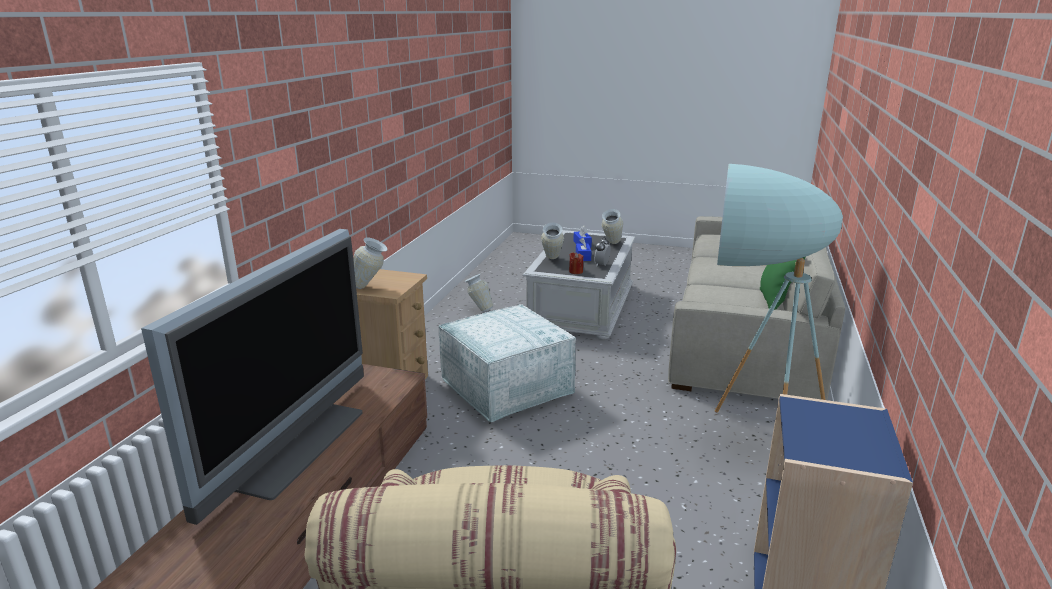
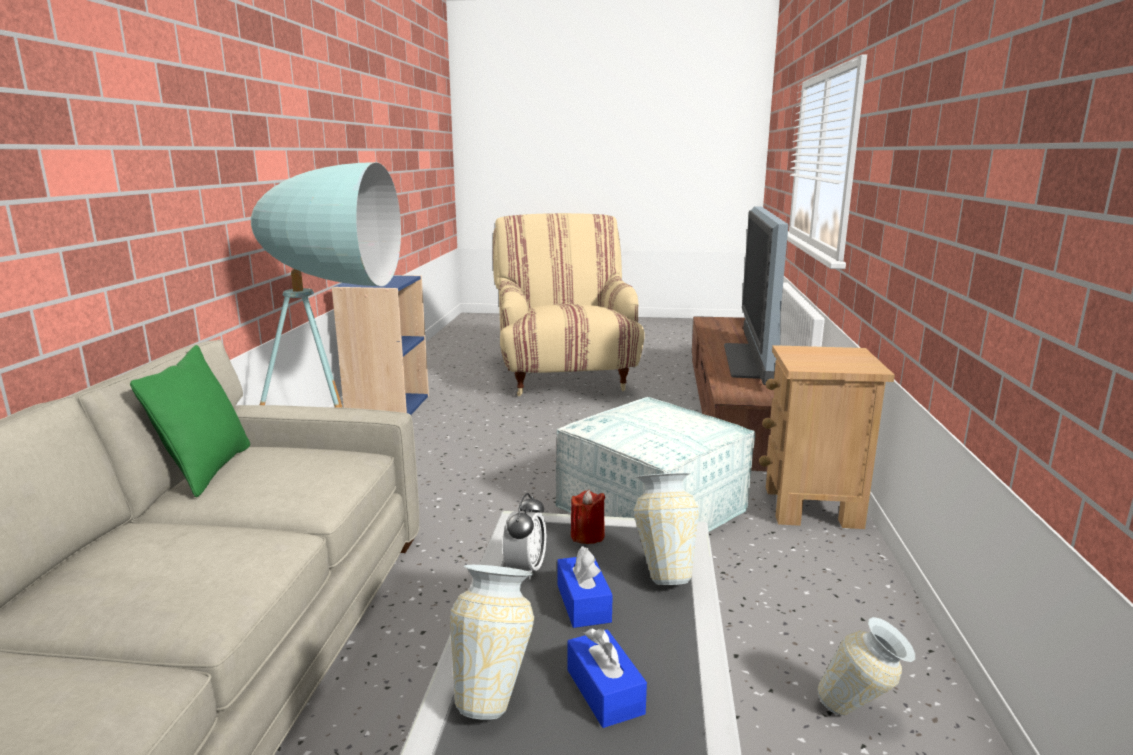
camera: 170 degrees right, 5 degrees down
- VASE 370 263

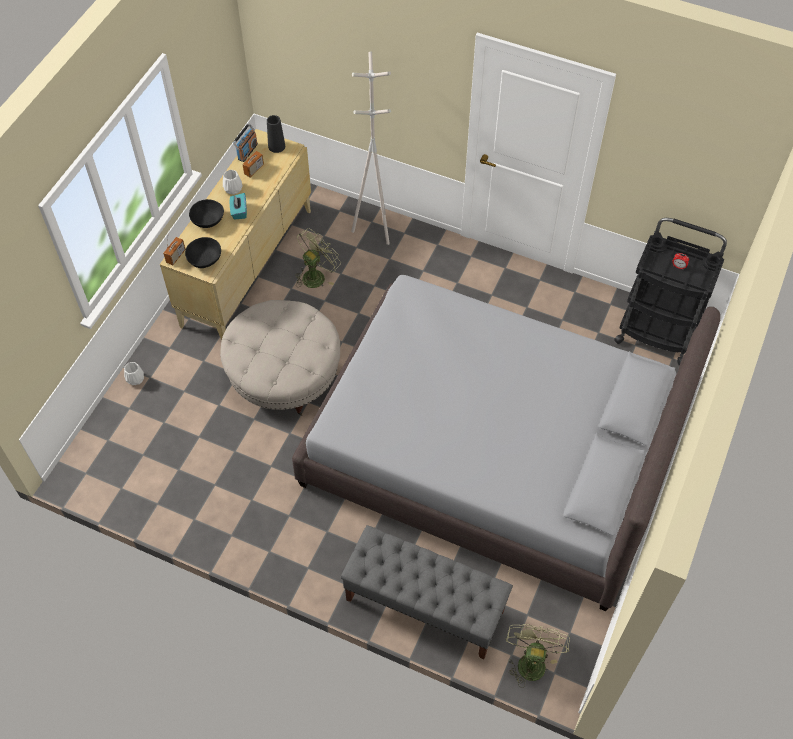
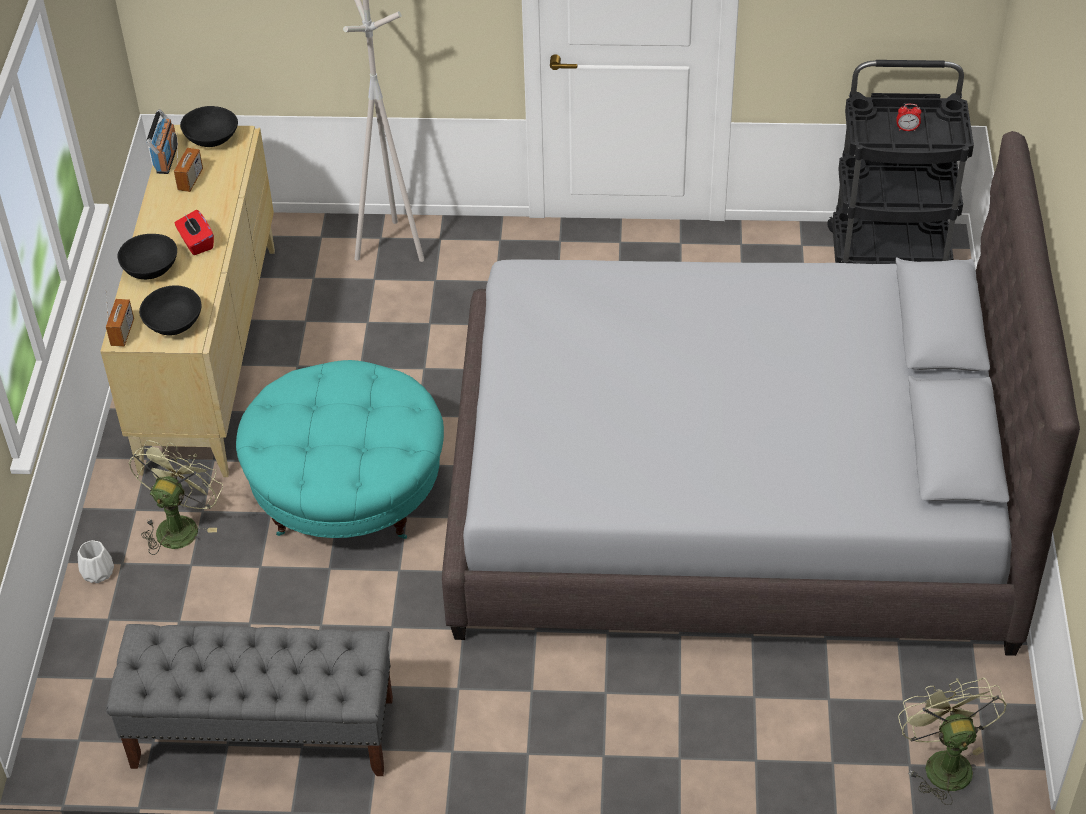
camera: 20 degrees left, 10 degrees down
- WHITE VASE 233 182
~ GREEN FAN 318 258 to 176 497
~ GREY BENCH 427 592 to 249 700
~ BLACK VASE 276 134 to BLACK BOWL 209 126
~ BEIGE OTTOMAN 280 357 to TURQUOISE OTTOMAN 340 449
~ TURQUOISE TISSUE BOX 238 206 to RED TISSUE BOX 194 232

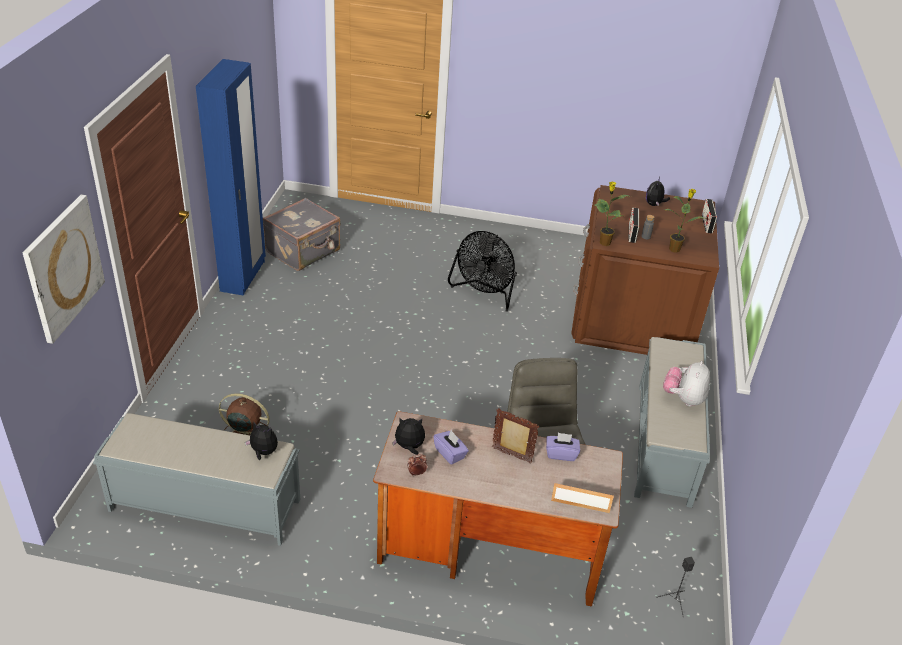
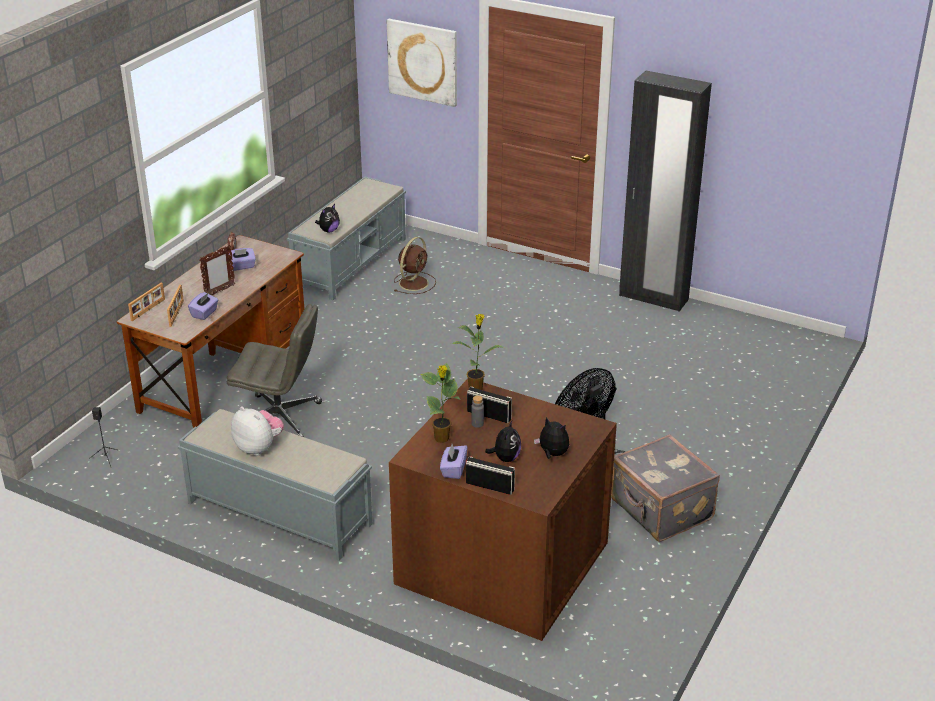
camera: 110 degrees right, 5 degrees down
+ PICTURE FRAME 175 306
+ PURPLE TISSUE BOX 454 461
~ GREY SUITCASE 301 234 to 665 488
~ PLUSH TOY 408 436 to 503 441
~ BLUE WARDROBE 231 177 to BLACK WARDROBE 665 191

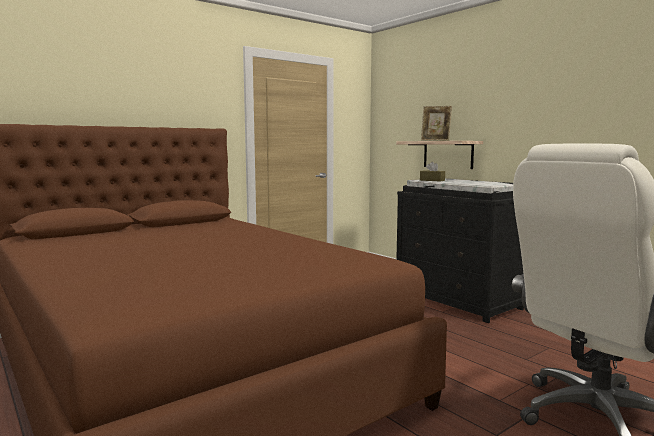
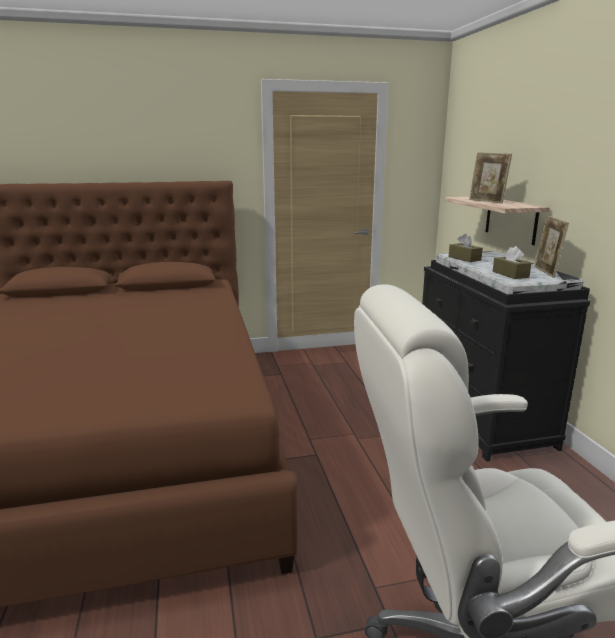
camera: 25 degrees right, 10 degrees up
+ BROWN TISSUE BOX 512 262
+ PICTURE FRAME 551 246

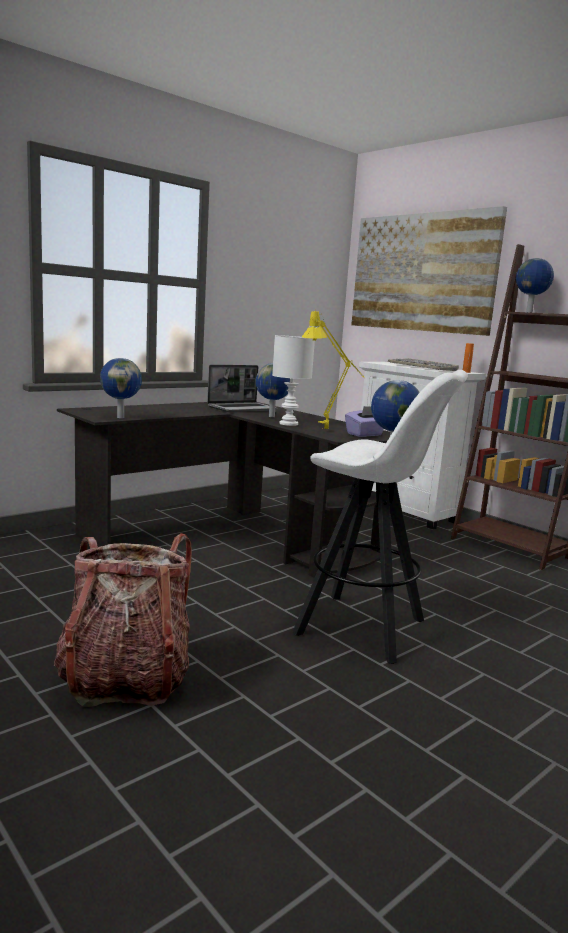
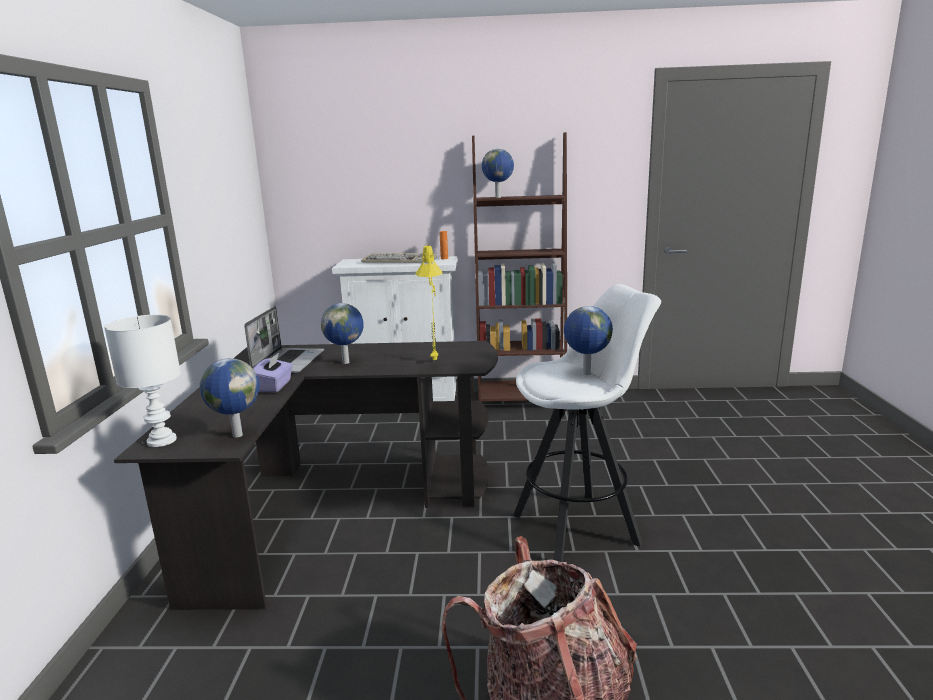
camera: 45 degrees left, 5 degrees up
- PICTURE 429 271
~ WHITE TABLE LAMP 293 380 to 142 381
~ PURPLE TISSUE BOX 364 421 to 273 372

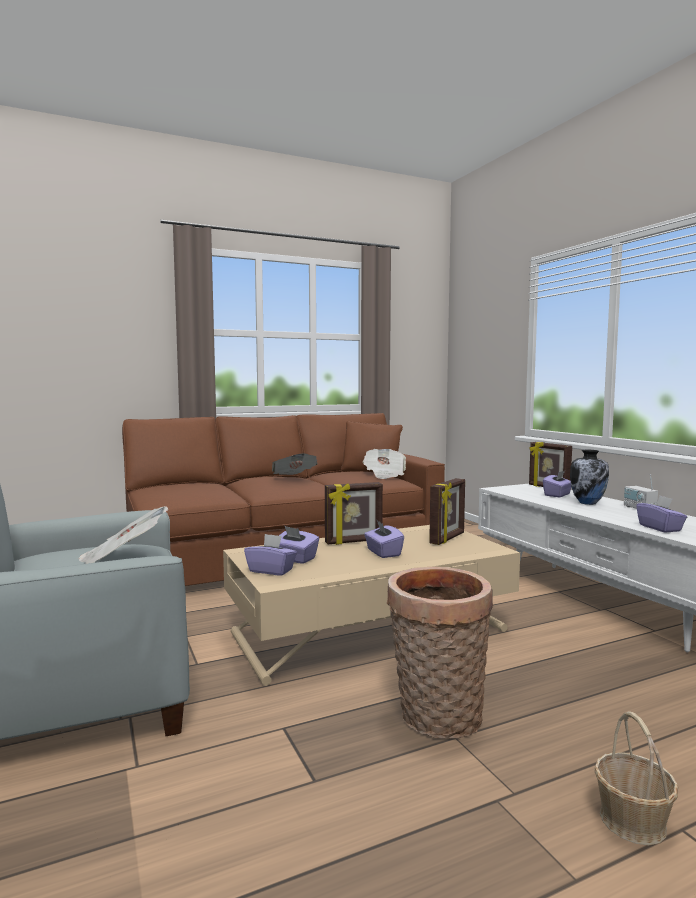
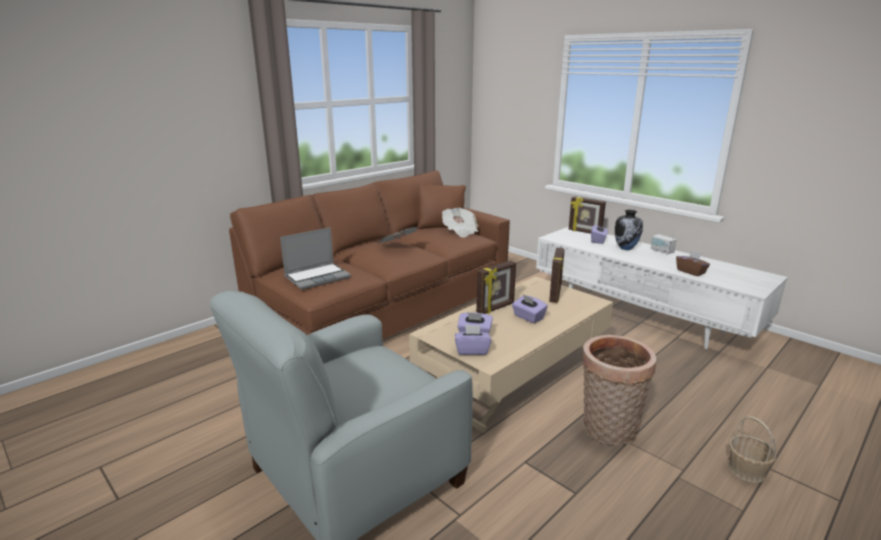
camera: 20 degrees left, 15 degrees up
- NEWSPAPER 123 535
+ LAPTOP 315 258
~ PURPLE TISSUE BOX 661 514 to BROWN TISSUE BOX 693 263

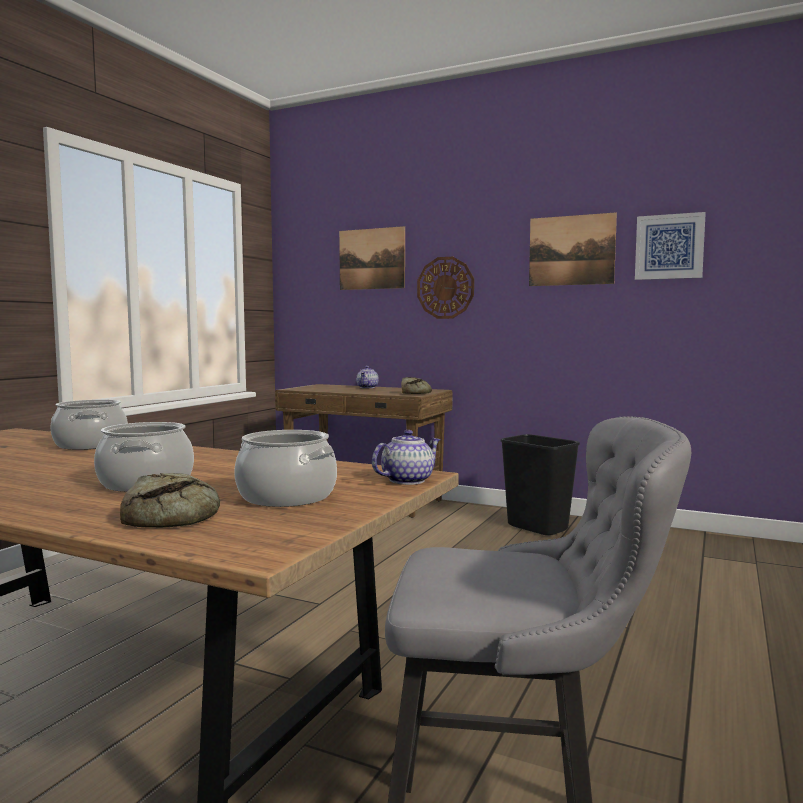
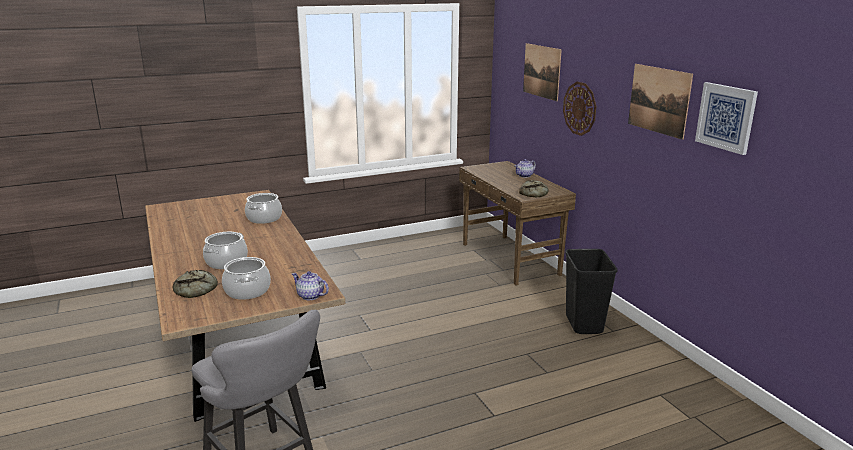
camera: 40 degrees right, 15 degrees up
~ TEAPOT 406 457 = 310 285 150 degrees counterclockwise

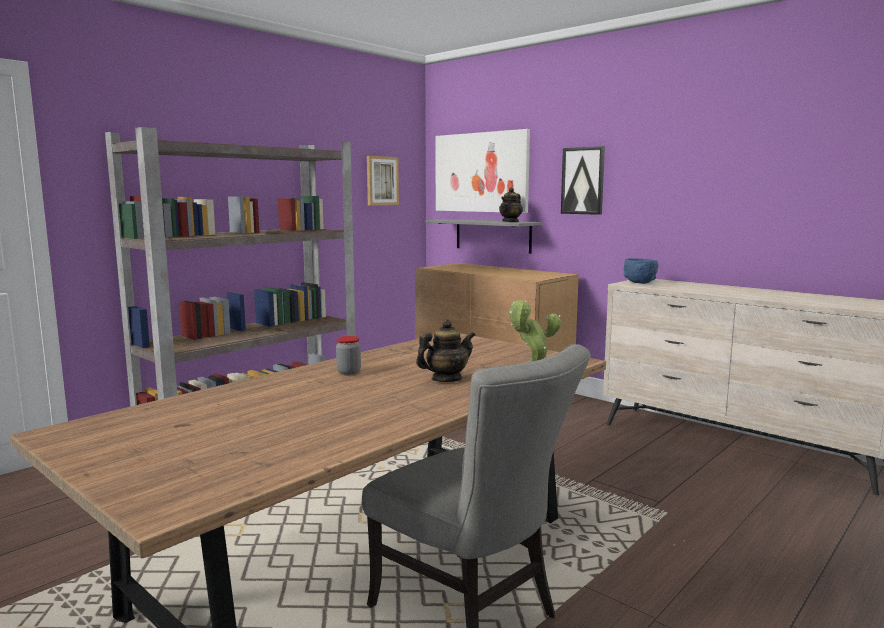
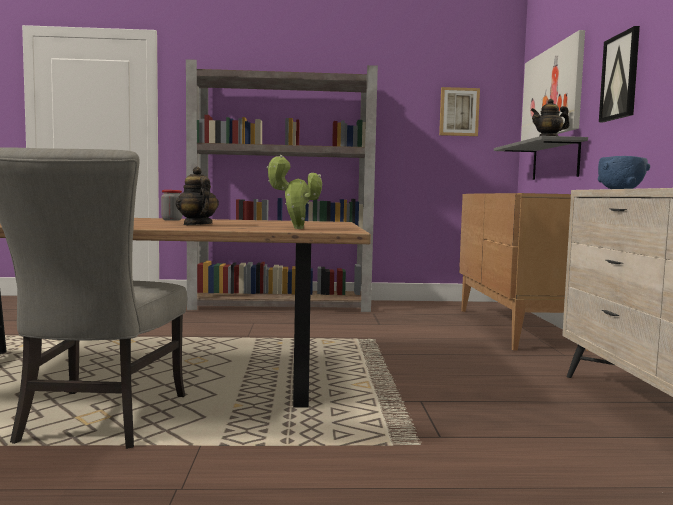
camera: 45 degrees right, 5 degrees down
~ TEAPOT 445 350 = 197 196 135 degrees counterclockwise

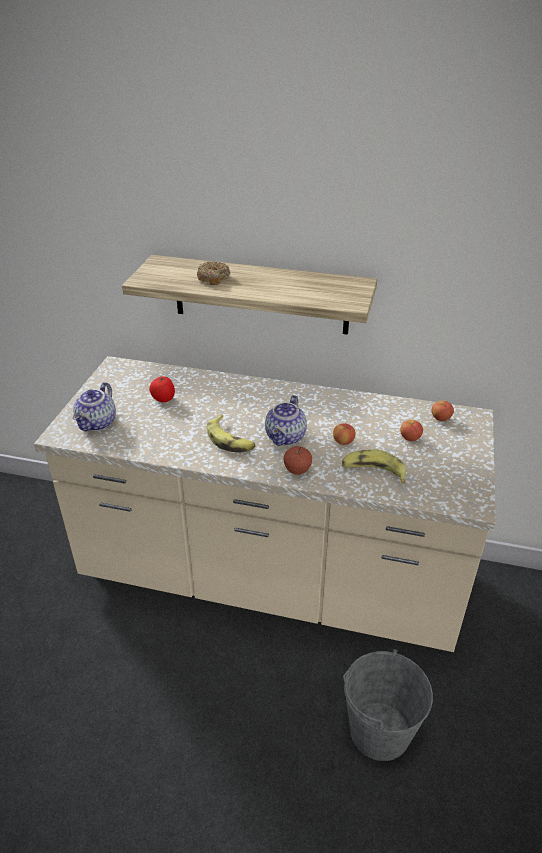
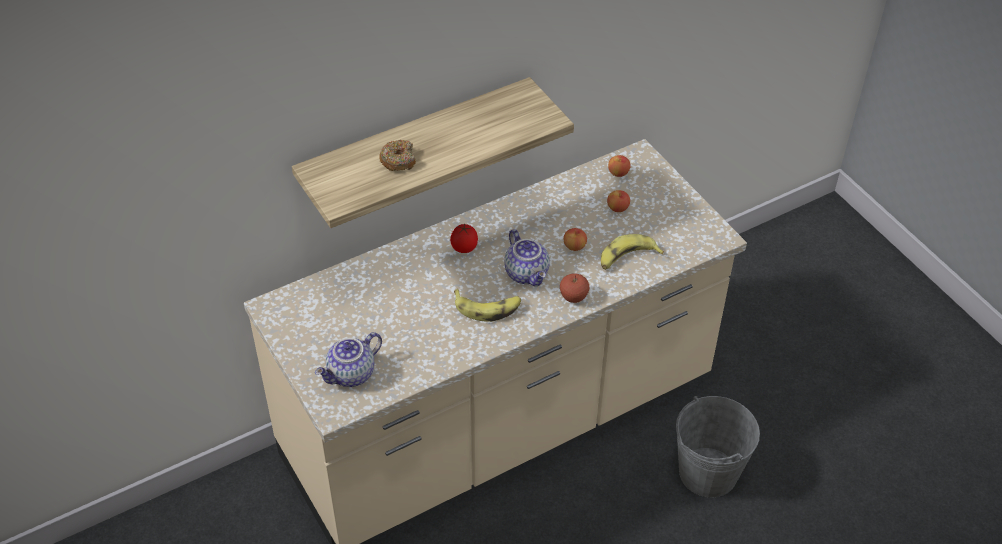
camera: 45 degrees left, 10 degrees up
~ TOMATO 162 389 to 464 238
~ TEAPOT 94 406 = 348 359 75 degrees clockwise

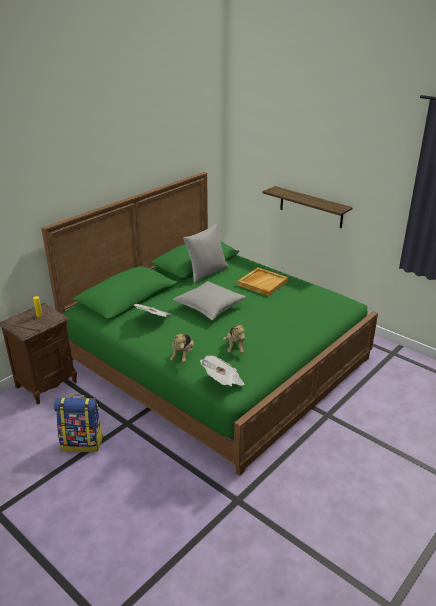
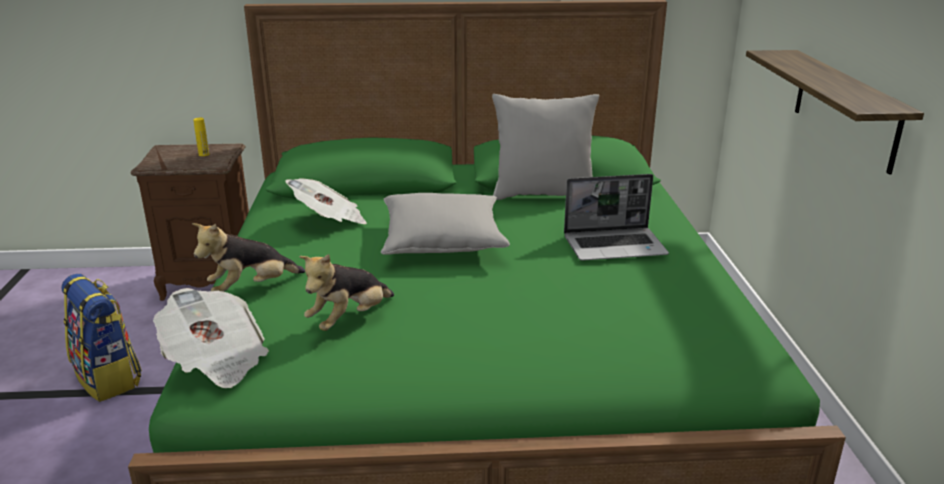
camera: 45 degrees right, 5 degrees down
~ BEIGE TRAY 262 281 to LAPTOP 616 217

